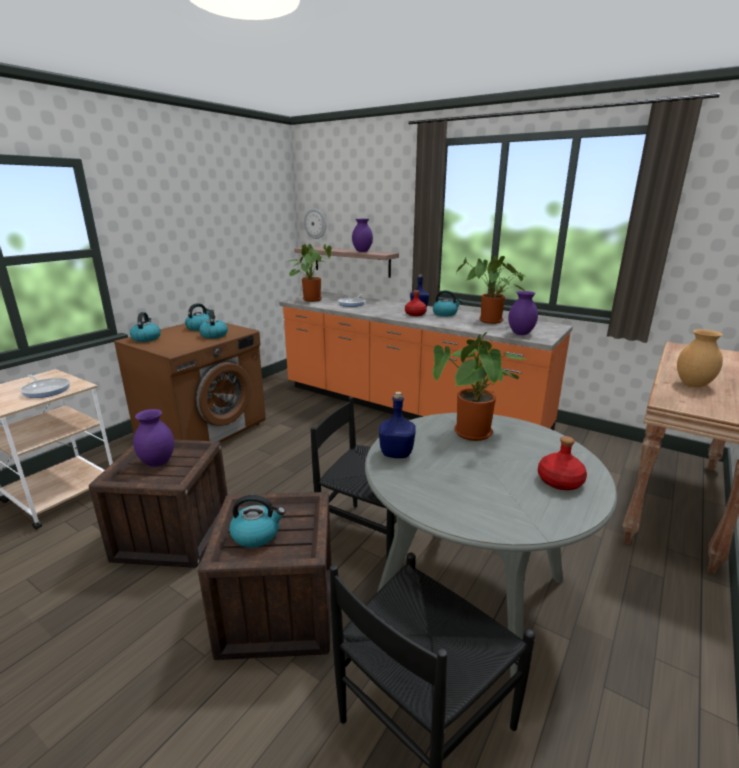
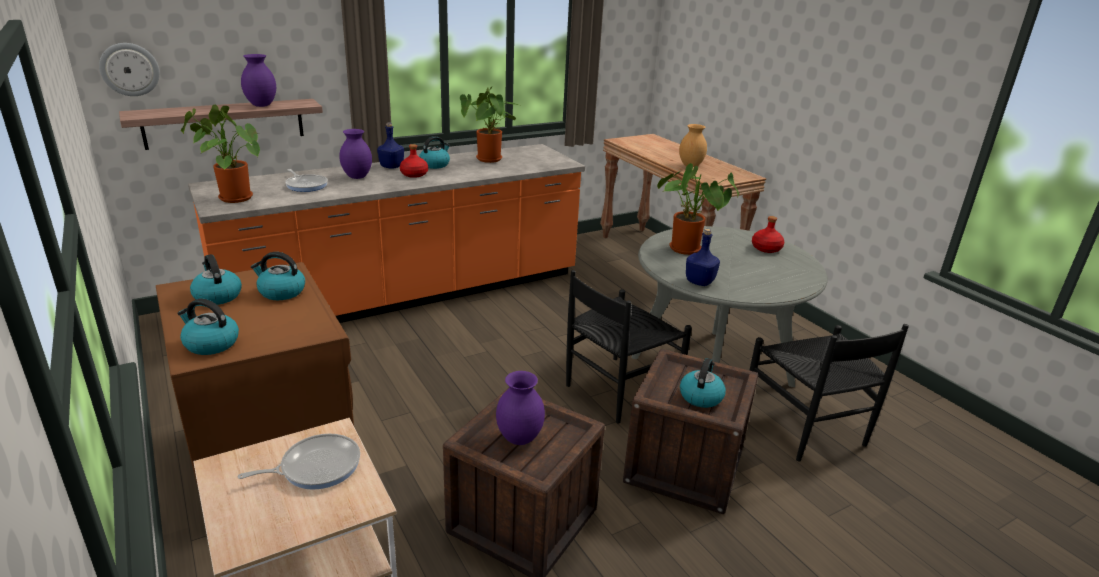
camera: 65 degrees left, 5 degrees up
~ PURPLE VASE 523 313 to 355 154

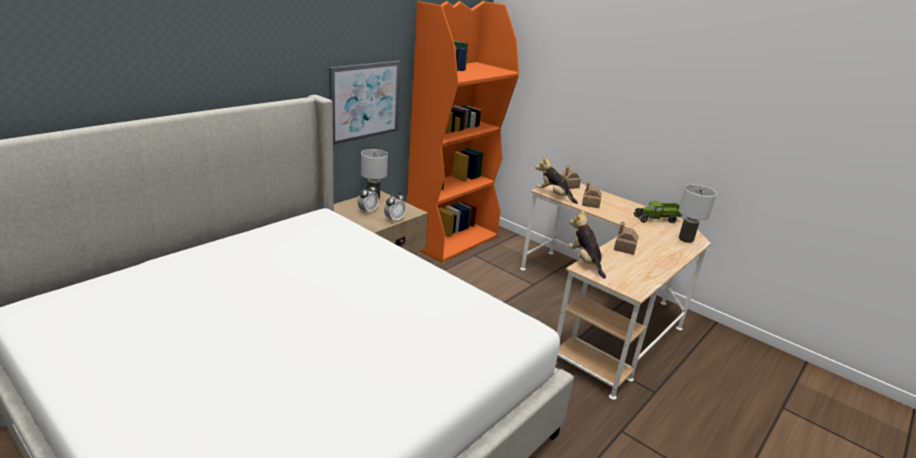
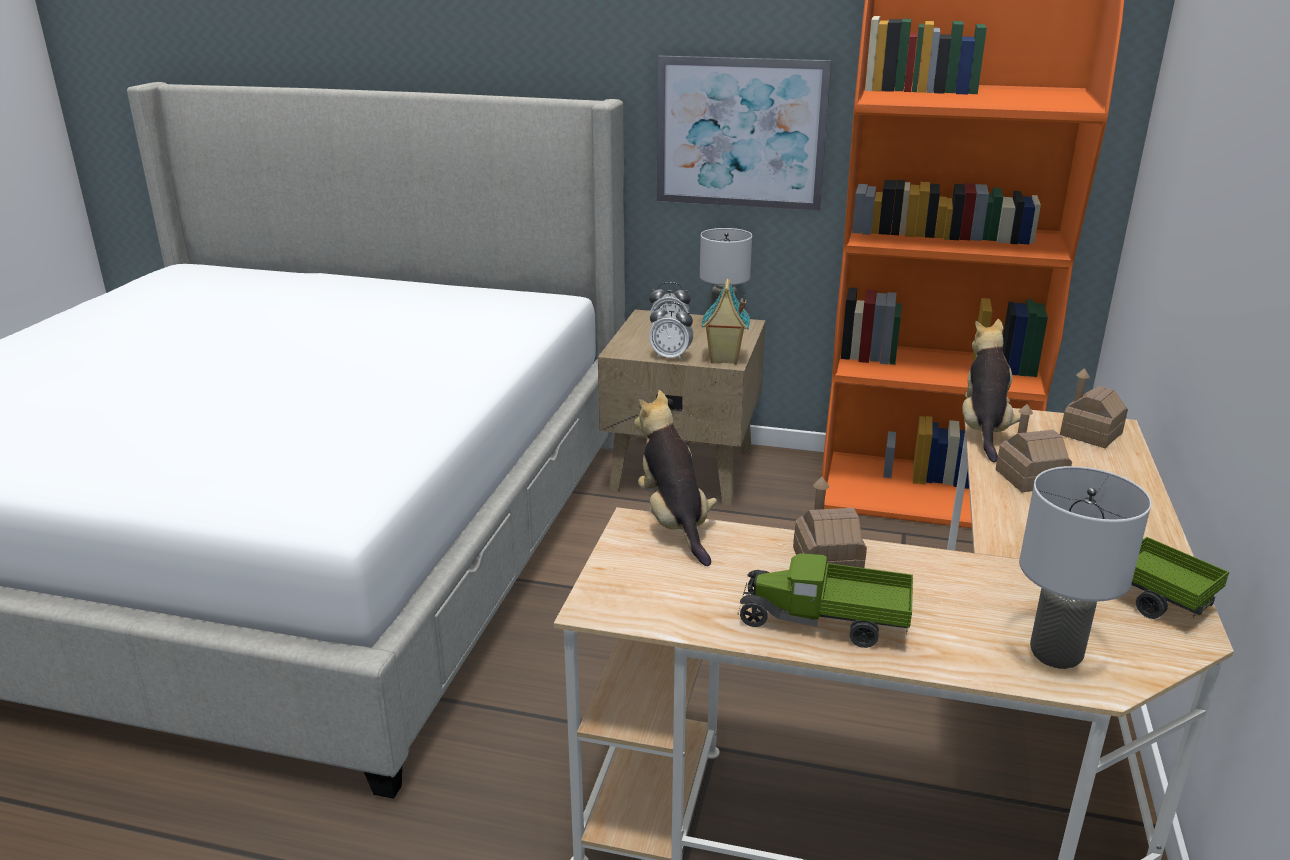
camera: 65 degrees right, 0 degrees up
+ TOY HOUSE 726 322
+ TOY TRUCK 825 600
~ PLUSH TOY 587 244 = 675 478 60 degrees counterclockwise

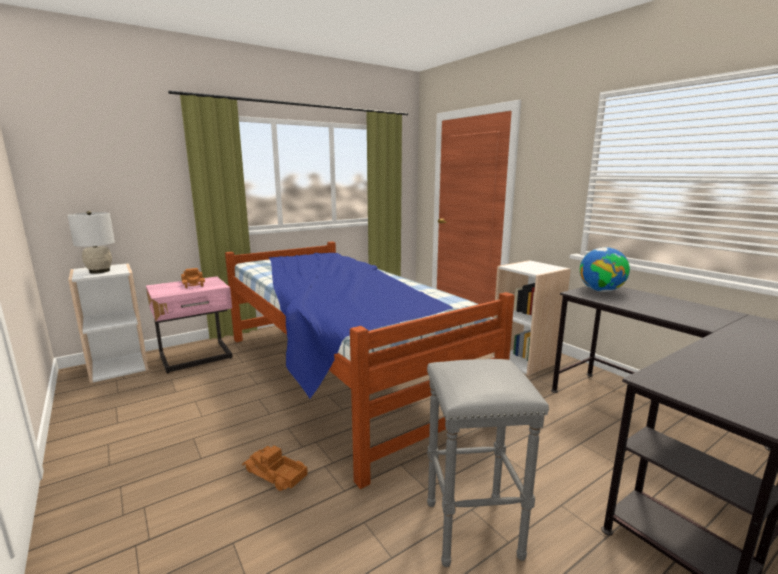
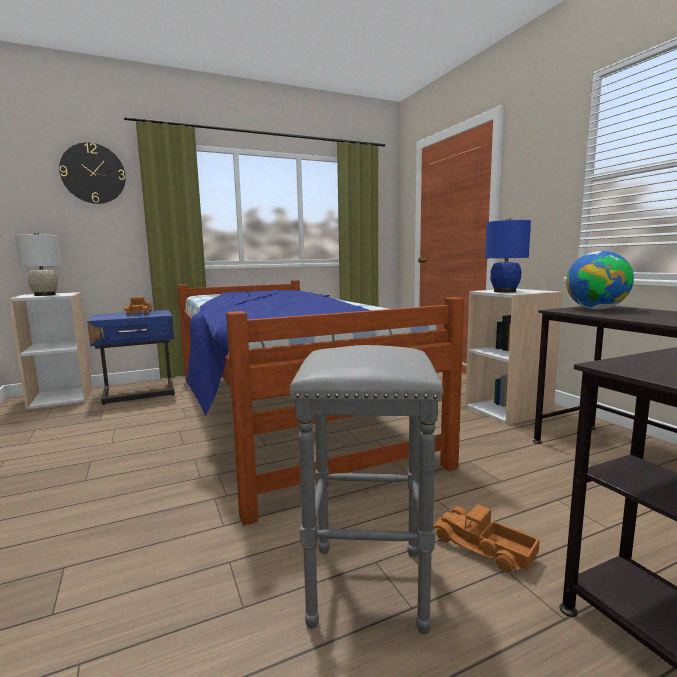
camera: 10 degrees right, 5 degrees down
+ WALL CLOCK 92 173
+ BLUE TABLE LAMP 508 255
~ TOY TRUCK 275 468 to 486 538
~ PINK NIGHTSTAND 189 324 to BLUE NIGHTSTAND 131 357

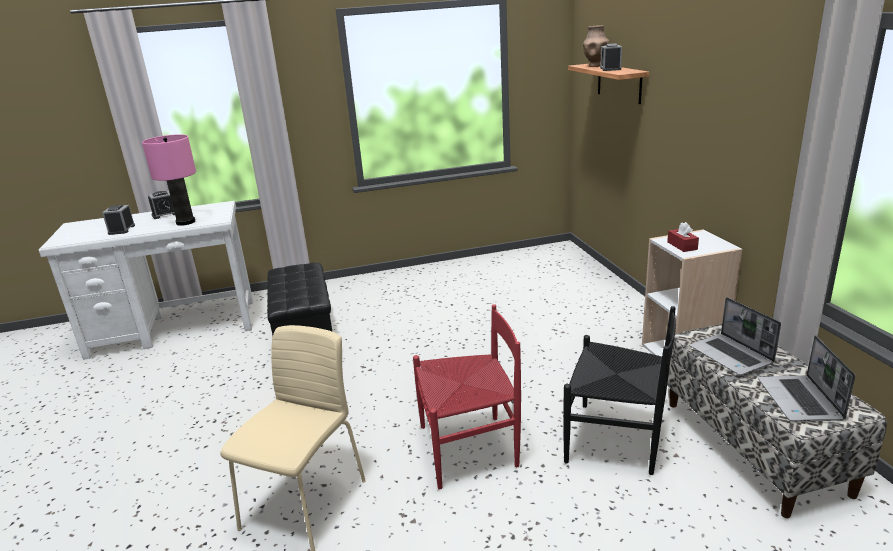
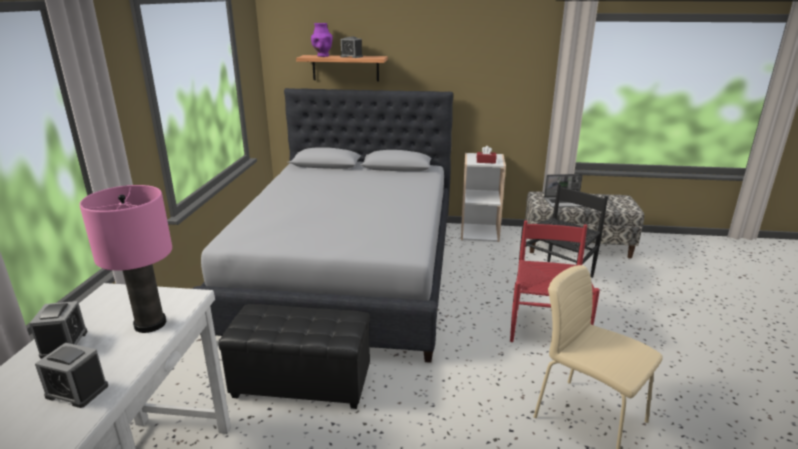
camera: 70 degrees left, 0 degrees up
- LAPTOP 806 378
+ GREY BED 322 225
~ BROWN VASE 596 46 to PURPLE VASE 322 40

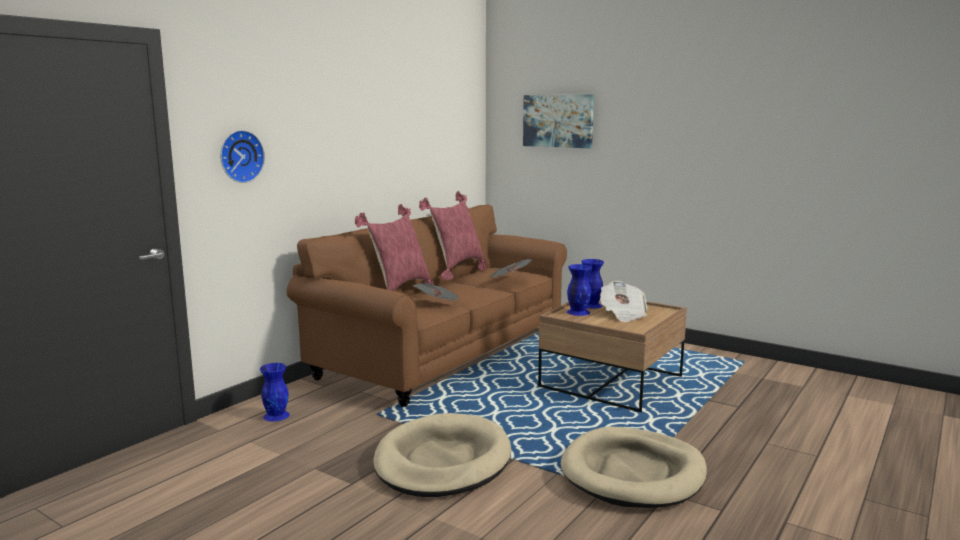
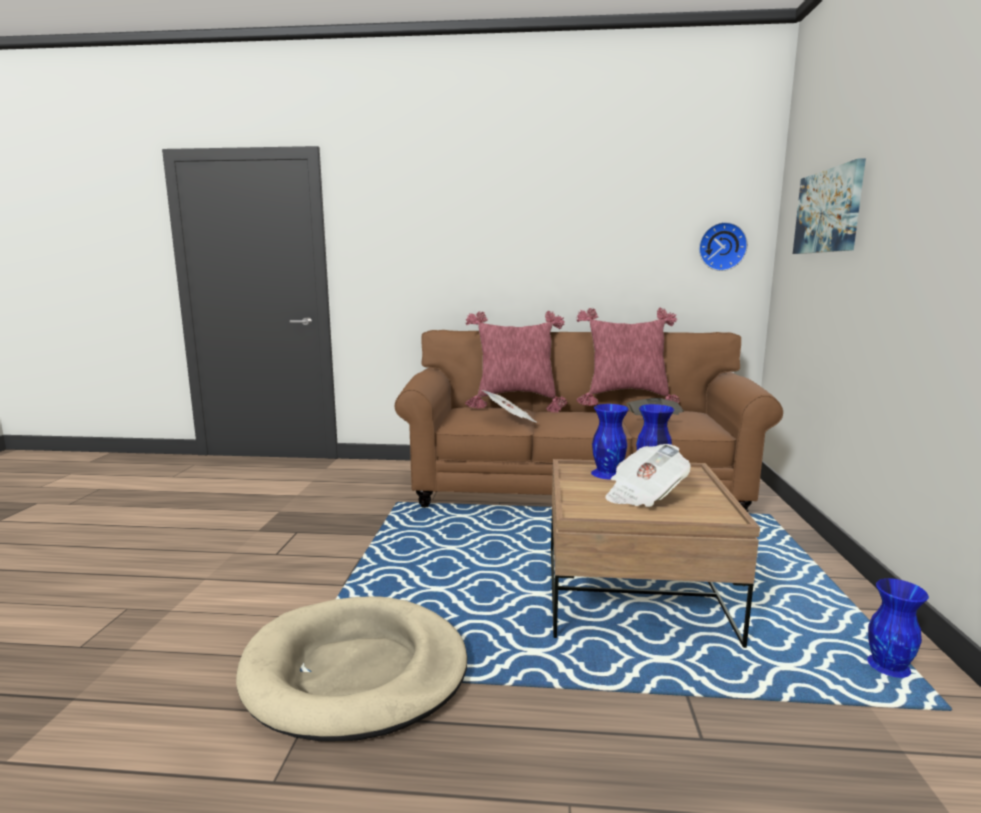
camera: 60 degrees right, 0 degrees up
- BEIGE DOG BED 442 455
~ WALL CLOCK 242 156 to 723 246
~ BLUE VASE 275 392 to 898 628

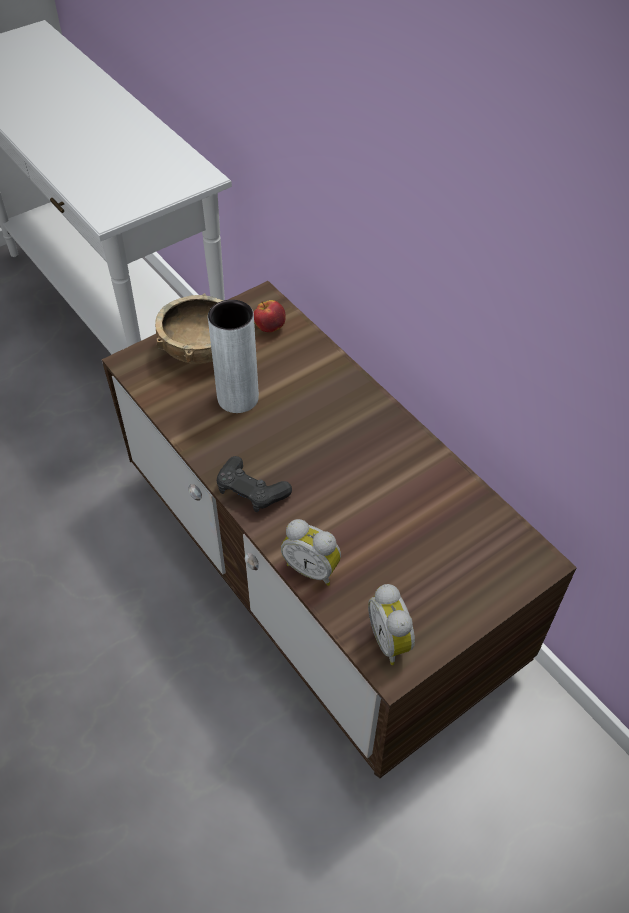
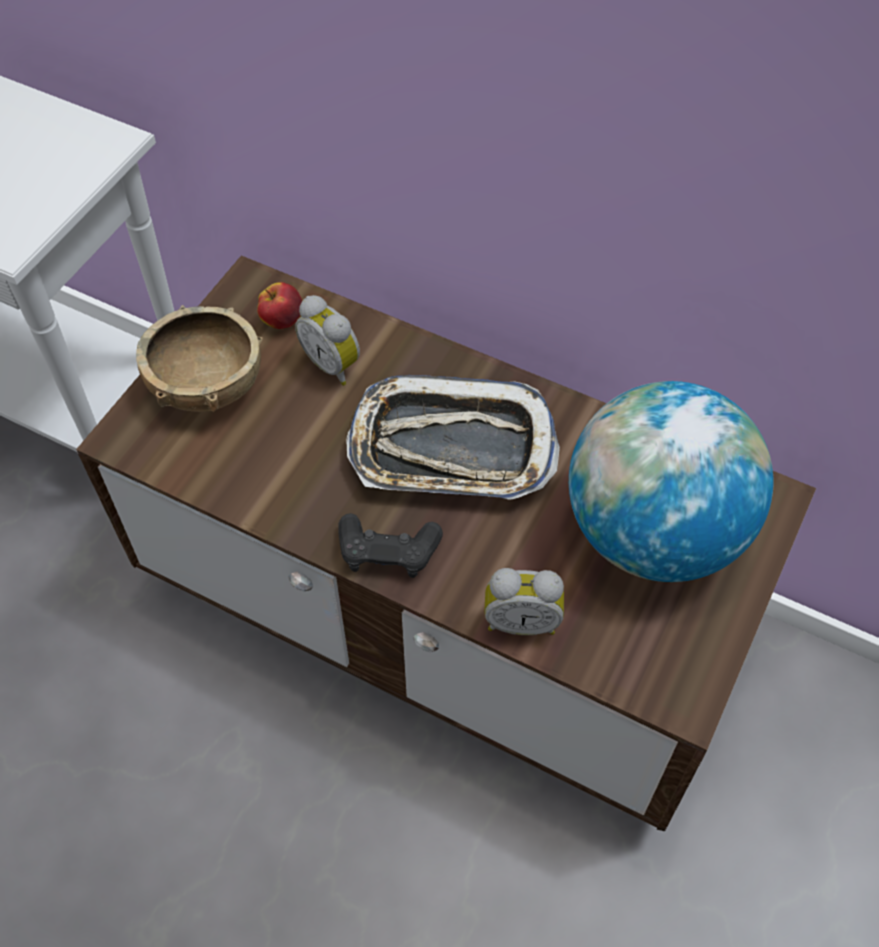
camera: 25 degrees left, 5 degrees up
- GREY VASE 233 356
+ TRAY 453 437
+ GLOBE 671 481
~ ALARM CLOCK 391 624 to 327 340

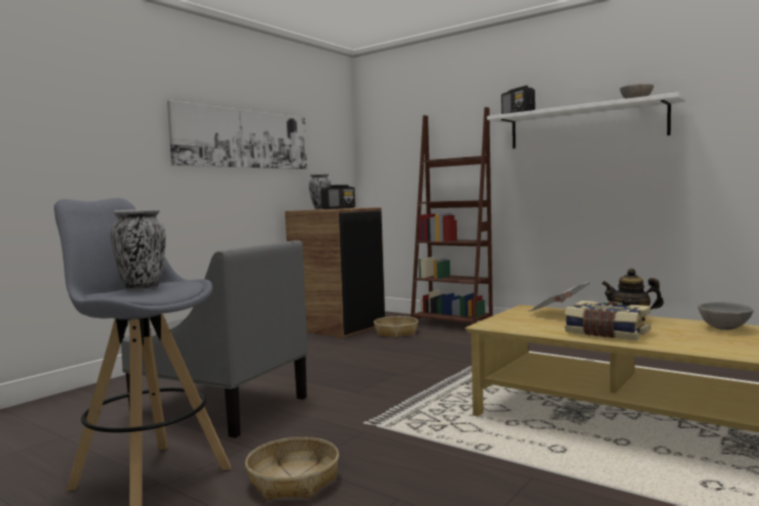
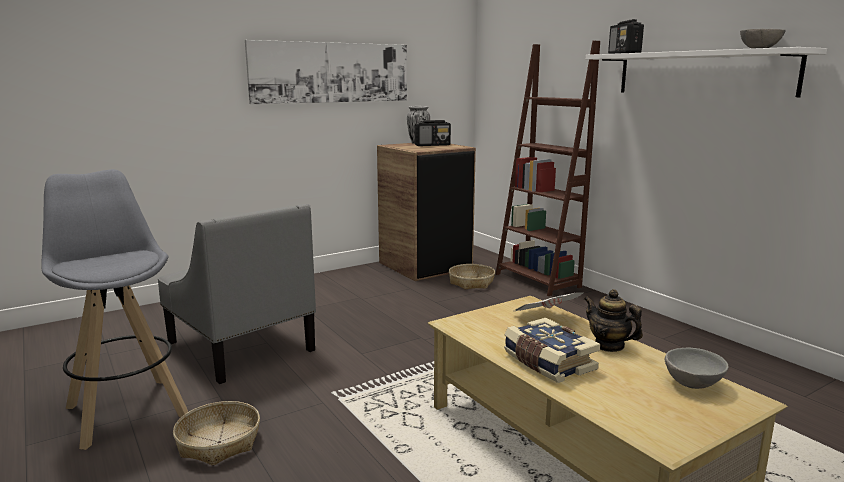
camera: 20 degrees right, 10 degrees up
- VASE 138 249

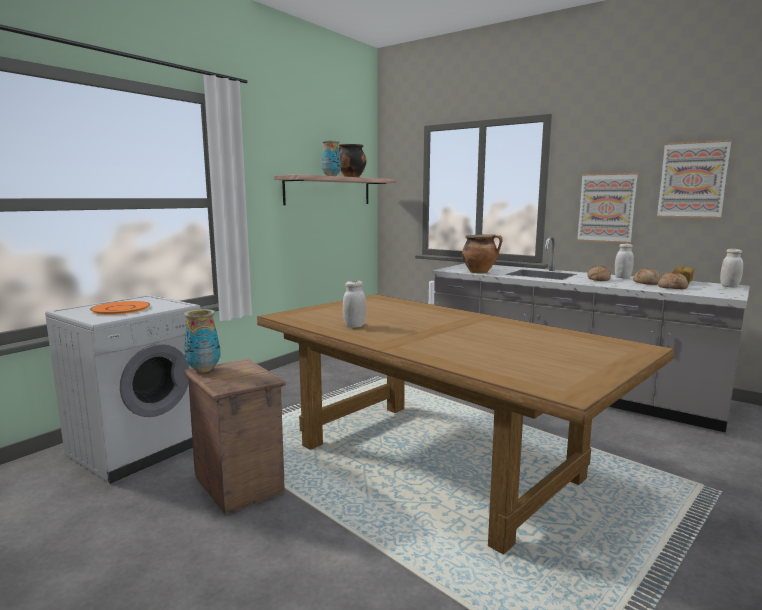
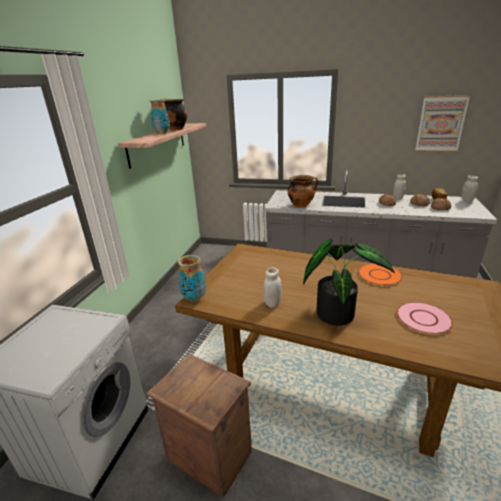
camera: 20 degrees left, 15 degrees up
- PICTURE 607 208
+ POTTED PLANT 349 282
+ PINK PLATE 425 318
~ ORANGE PLATE 120 308 to 380 275
~ VASE 202 341 to 192 278

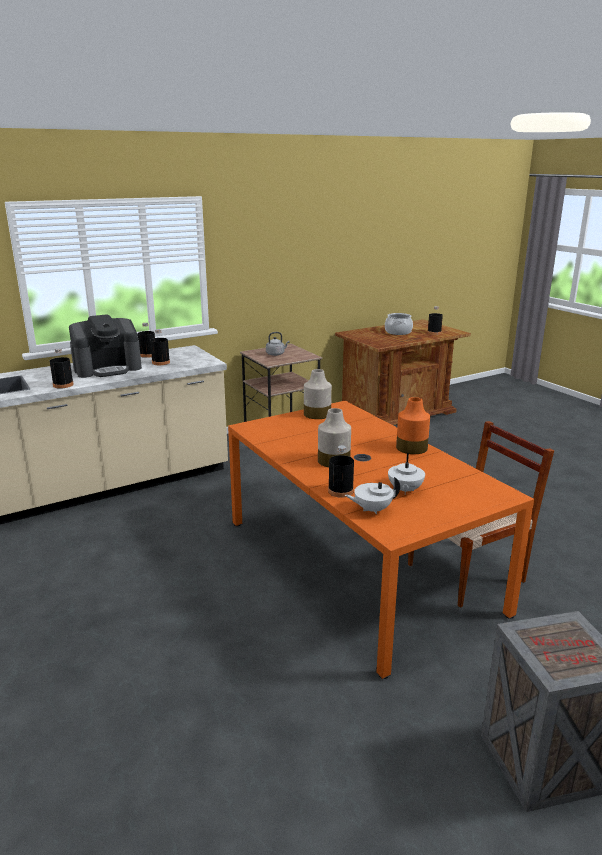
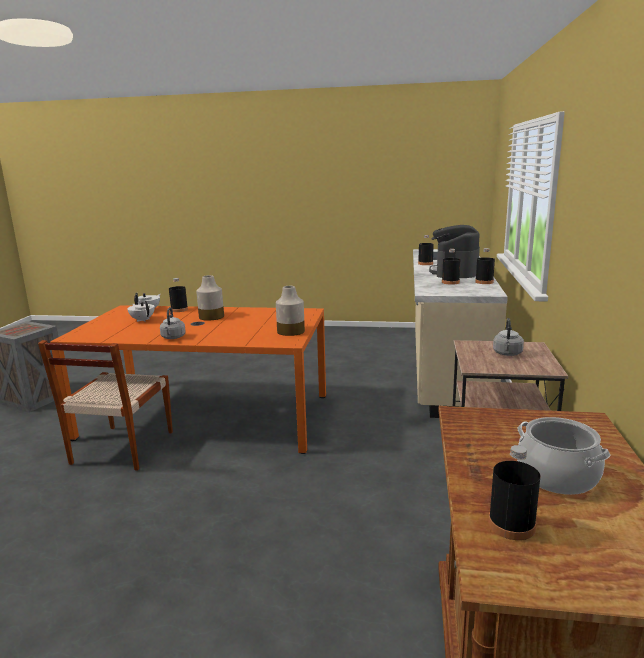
camera: 130 degrees right, 5 degrees down
~ ORANGE VASE 413 425 to GREY KETTLE 173 323

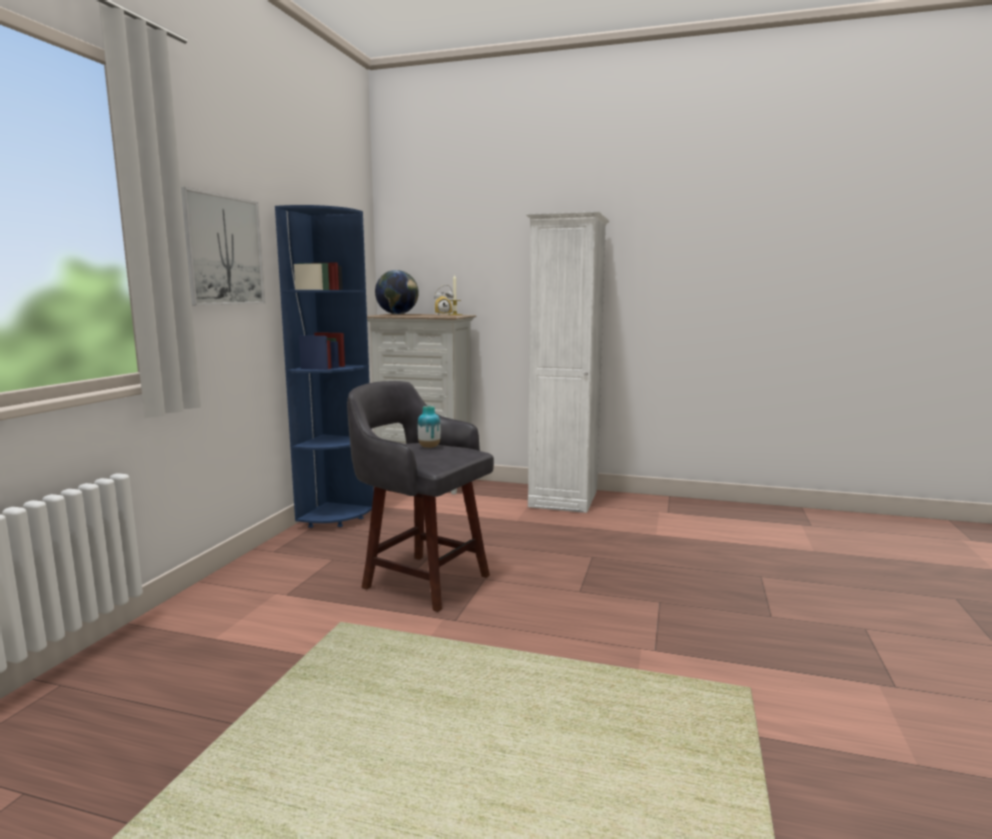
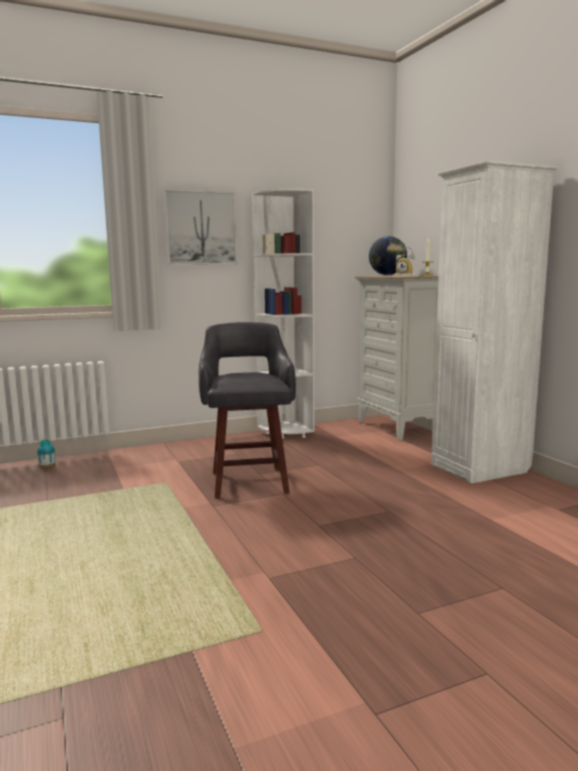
camera: 50 degrees right, 0 degrees up
~ VASE 429 427 to 46 454
~ BLUE BOOKCASE 324 366 to WHITE BOOKCASE 283 313

